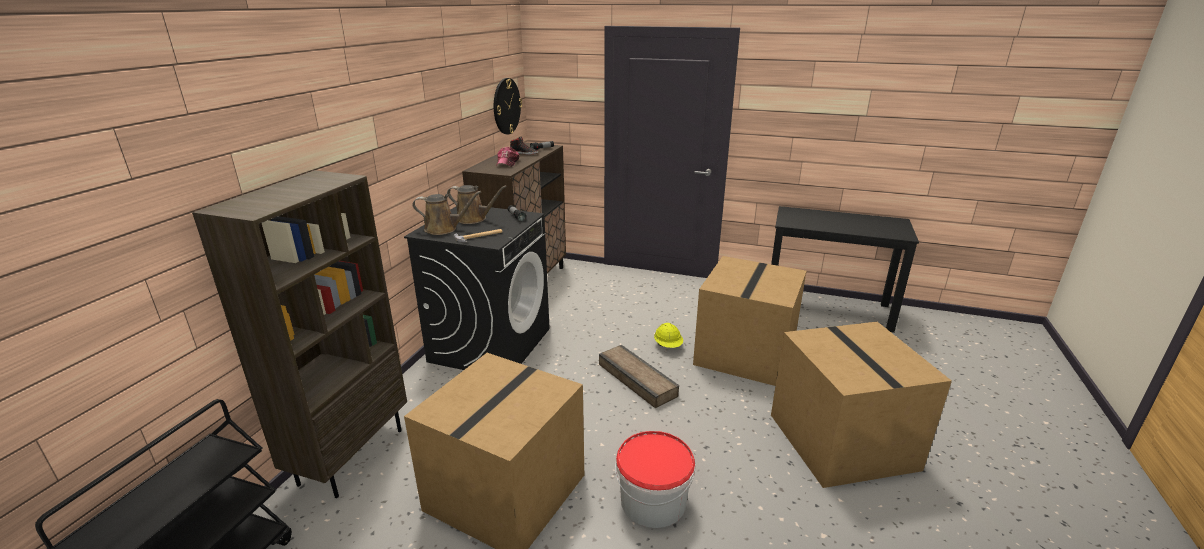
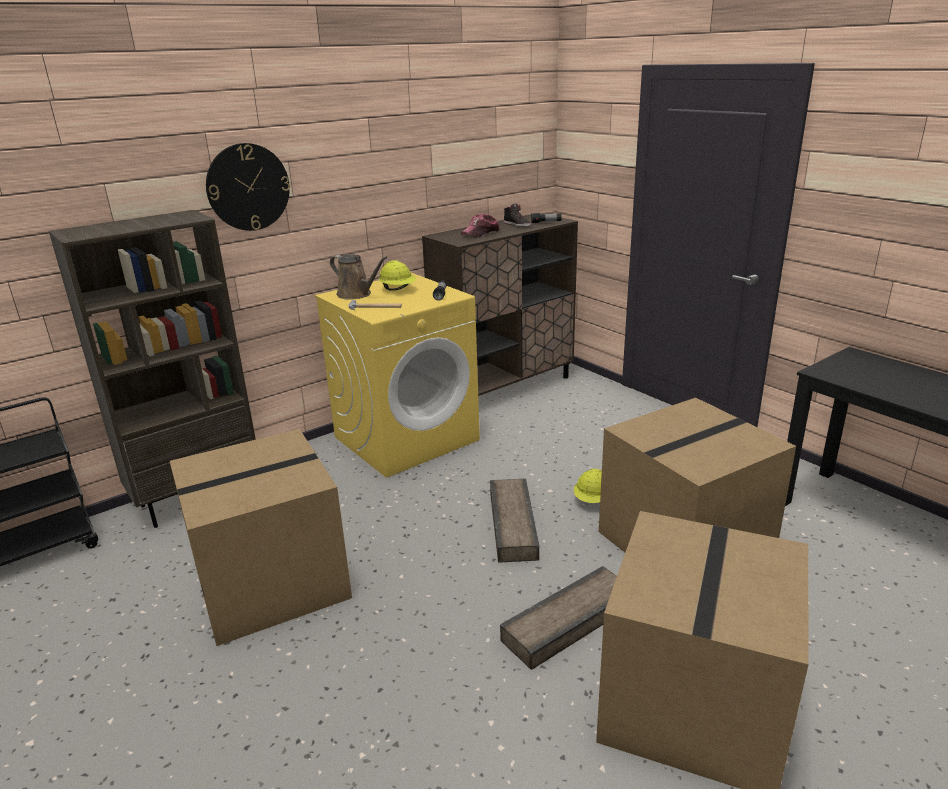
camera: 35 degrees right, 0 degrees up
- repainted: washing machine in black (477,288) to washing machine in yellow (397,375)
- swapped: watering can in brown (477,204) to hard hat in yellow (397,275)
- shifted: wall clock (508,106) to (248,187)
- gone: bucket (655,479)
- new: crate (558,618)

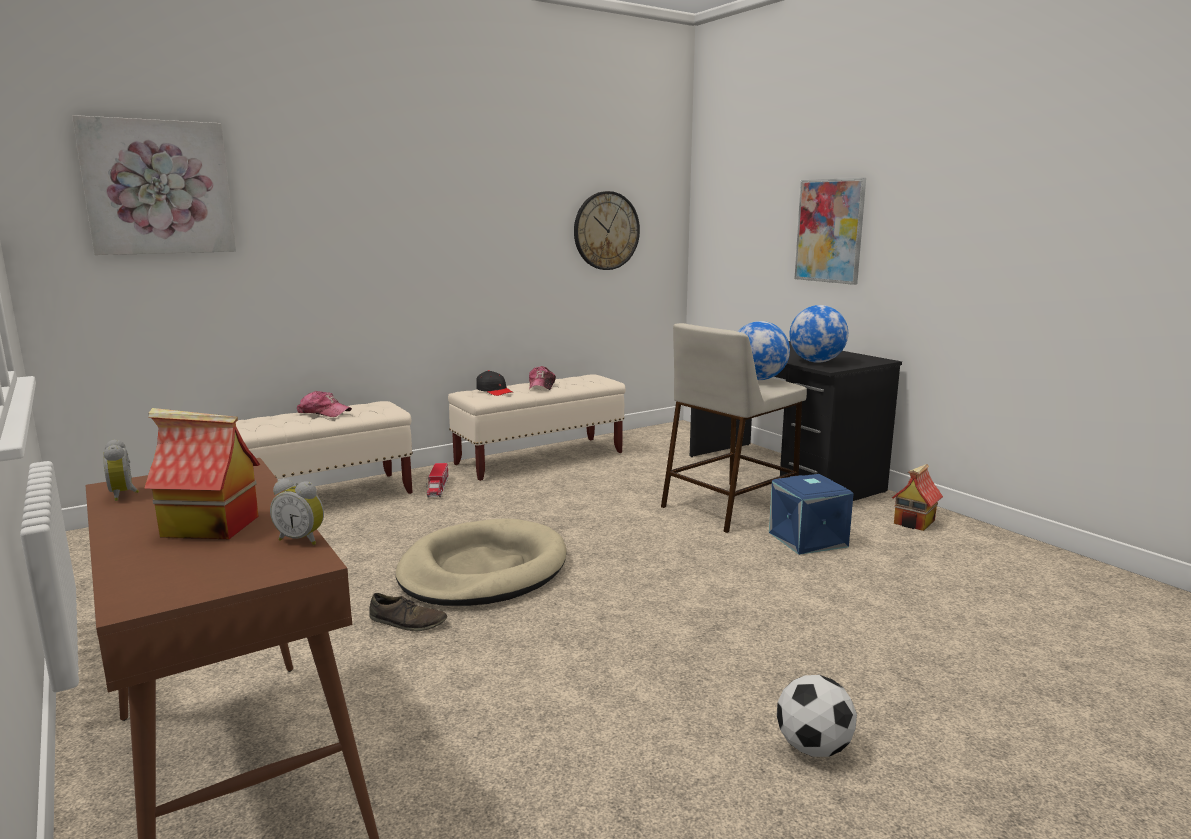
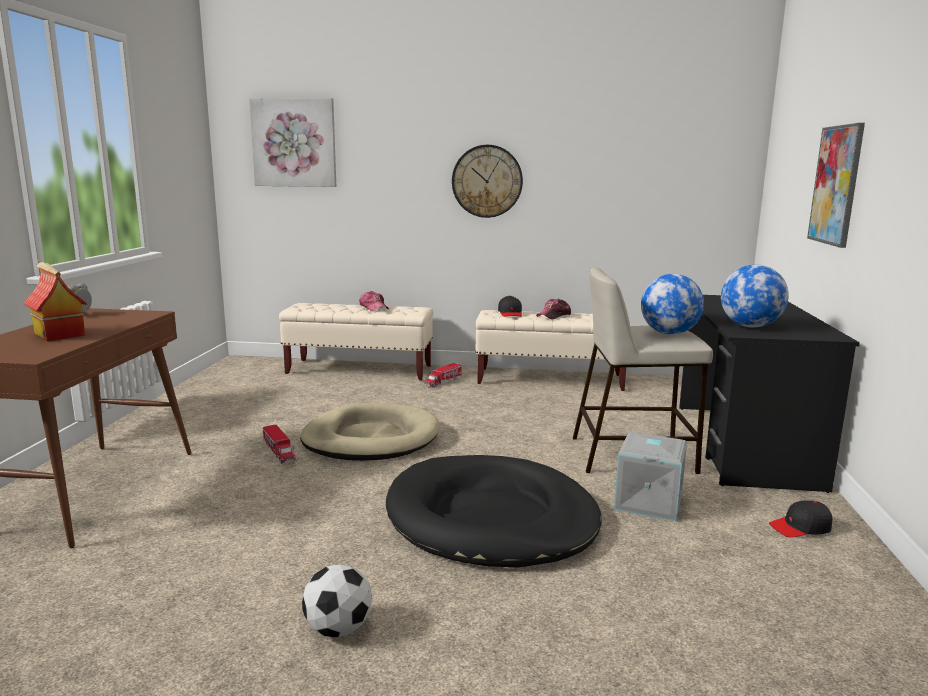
camera: 40 degrees right, 0 degrees up
- gone: alarm clock (297,512)
- swapped: shoe in brown (408,612) to toy truck (279,444)
- shifted: wall clock (607,230) to (487,181)
- repainted: storage box in blue (811,514) to storage box in grey (650,476)
- swapped: toy house (917,497) to cap in black (800,518)
- new: dog bed in black (494,511)

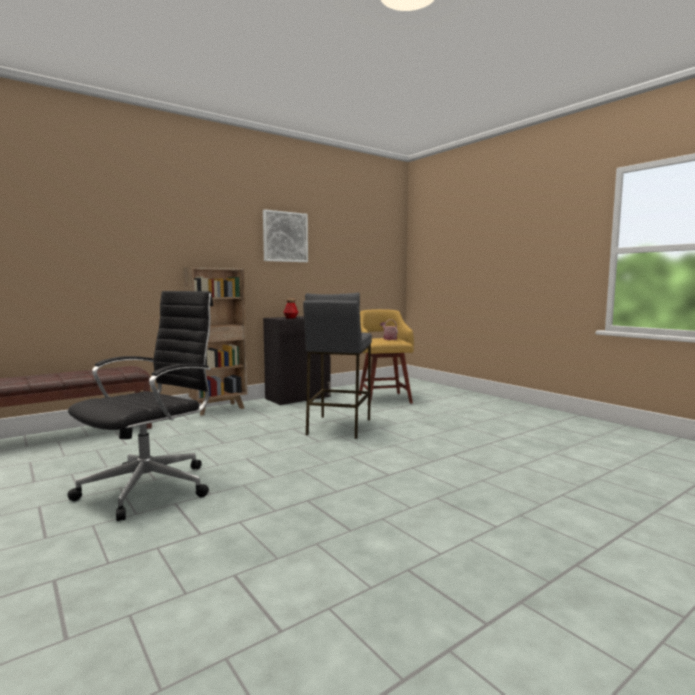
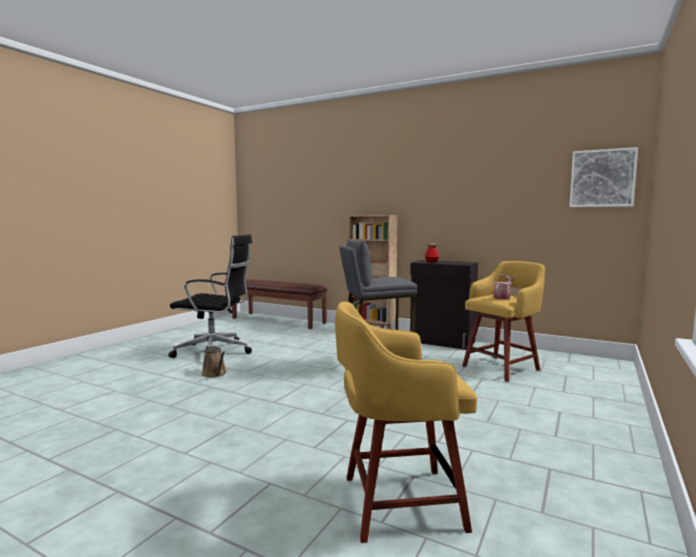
camera: 65 degrees right, 0 degrees up
- shifted: picture (285,235) to (603,177)
- new: watering can in brown (214,361)
- new: stool in yellow (406,422)

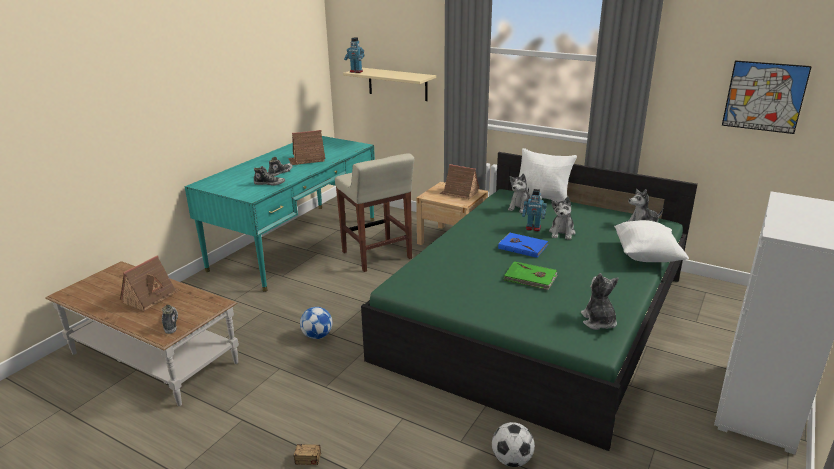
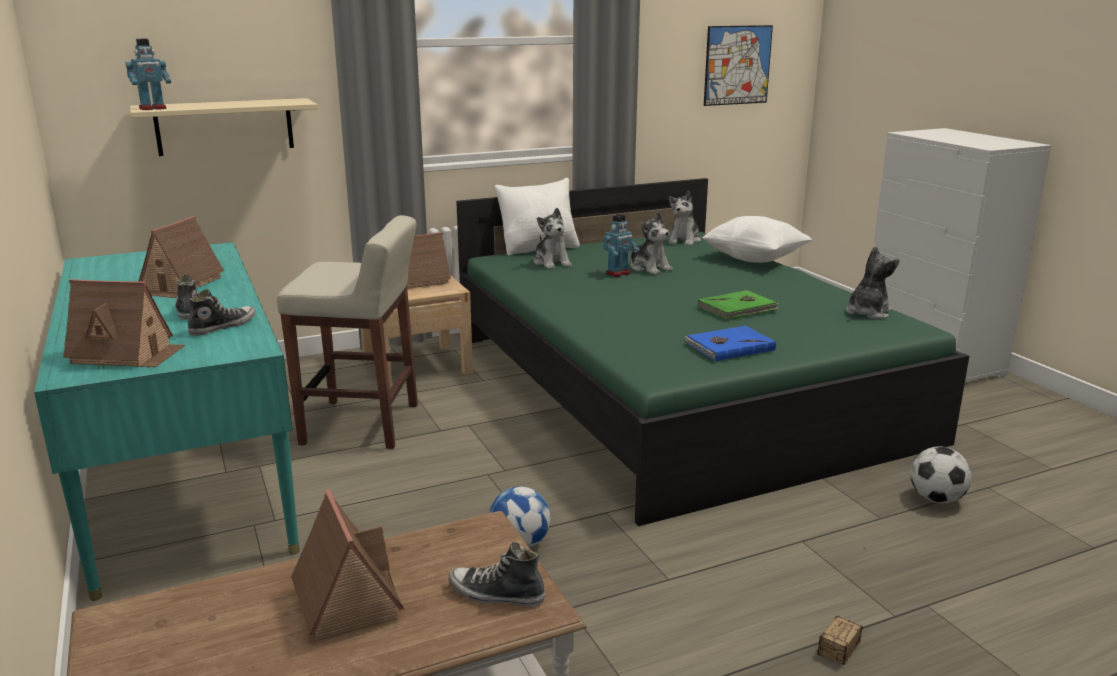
camera: 55 degrees left, 5 degrees down
- shifted: book in blue (523,245) to (730,343)
- rotated: plush toy (599,301) = (872,282) 105 degrees clockwise
- new: toy house (124,324)

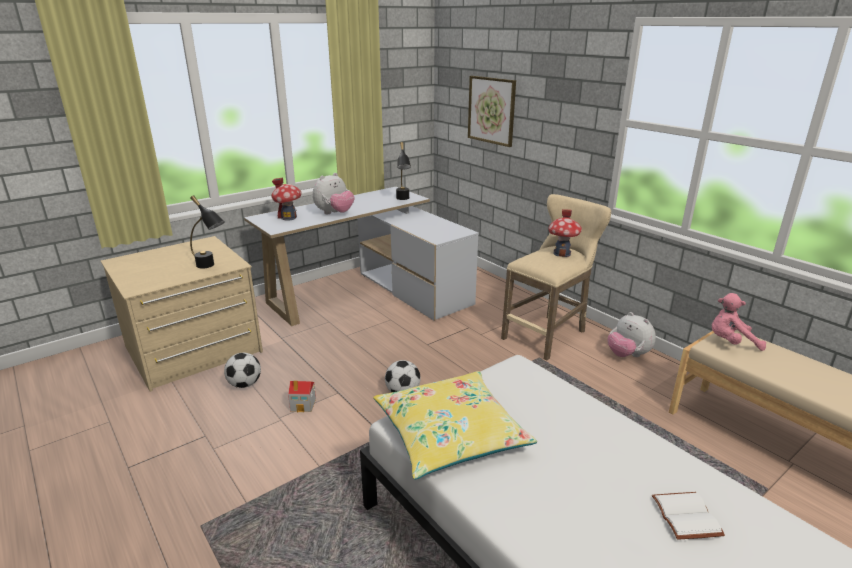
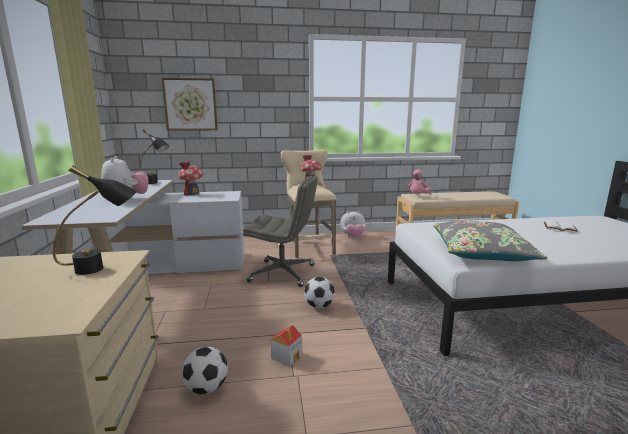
camera: 60 degrees left, 10 degrees down
- shifted: toy house (286,199) to (190,178)
- repainted: pillow in yellow (455,425) to pillow in grey (490,241)
- new: office chair in grey (280,231)

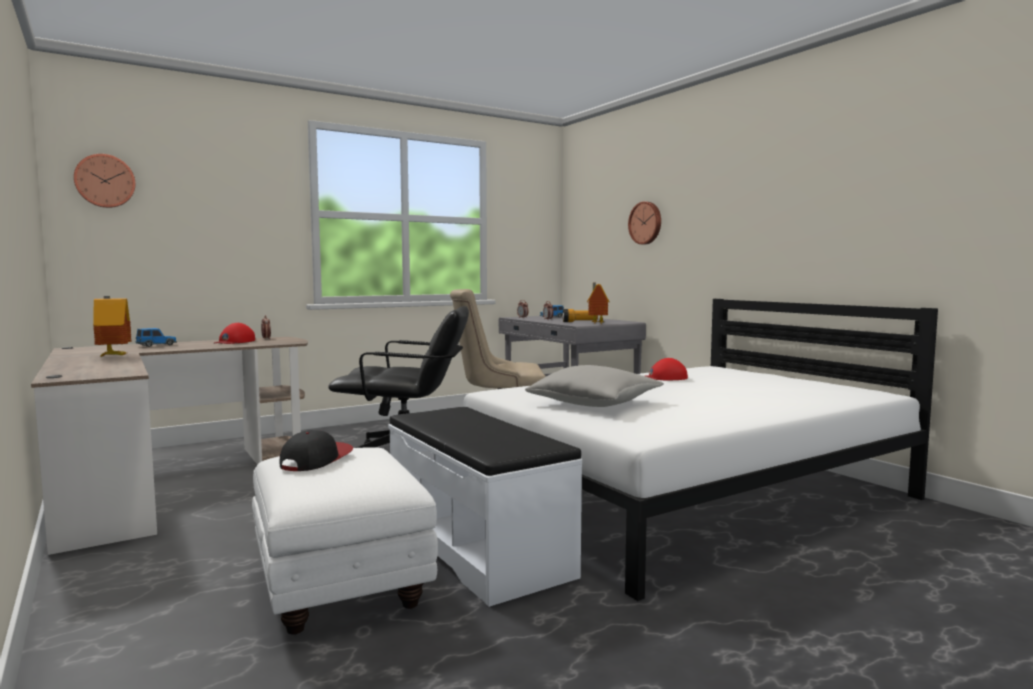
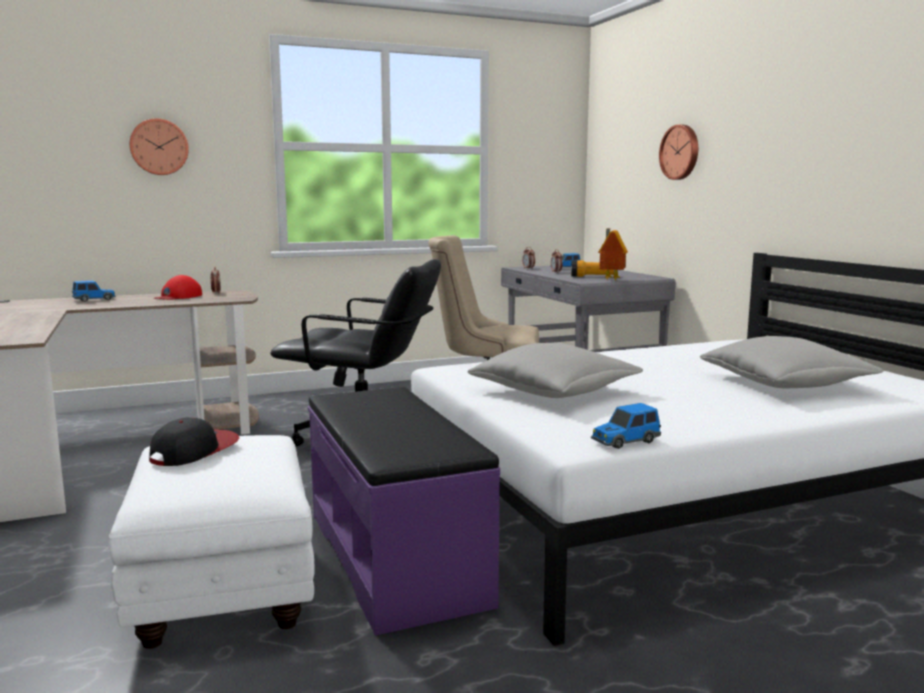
camera: 10 degrees right, 5 degrees up
- shifted: wall clock (104,181) to (159,146)
- gone: toy house (112,327)
- repainted: bench in white (485,507) to bench in purple (404,511)
- gone: cap in red (667,369)
- new: toy car (626,426)
- new: pillow in grey (791,362)

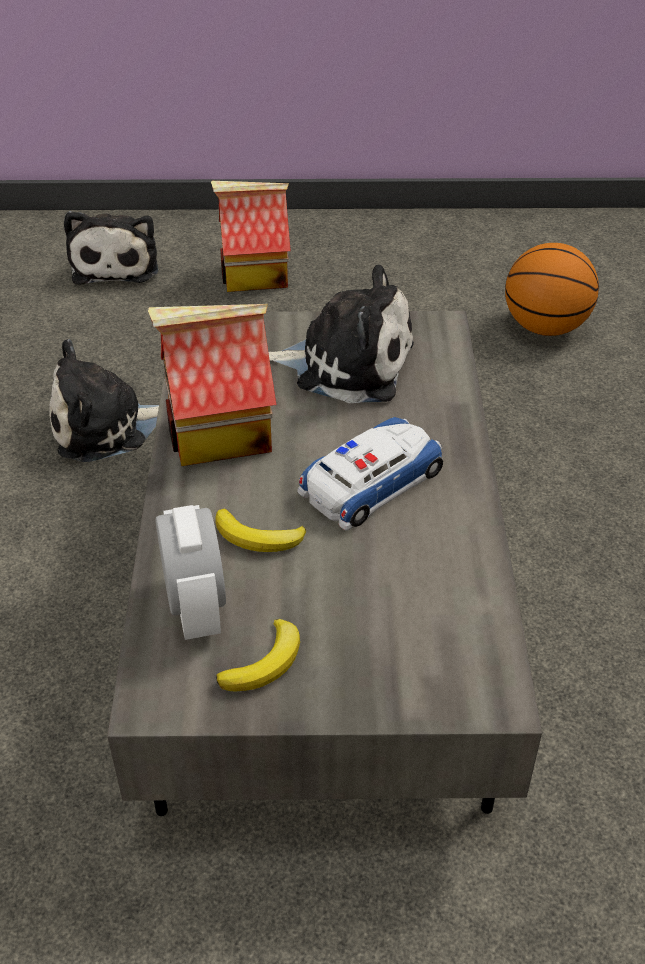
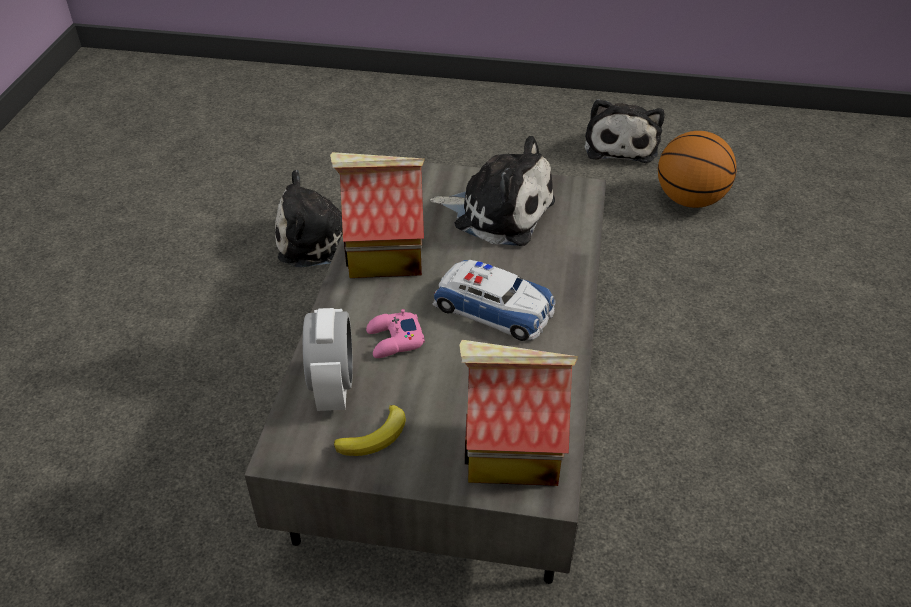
camera: 10 degrees right, 0 degrees up
- shifted: plush toy (111,248) to (624,131)
- shifted: toy house (251,236) to (519,413)
- swapped: banana (260,530) to game controller in pink (395,333)
- rotated: toy car (370,474) = (494,300) 60 degrees clockwise

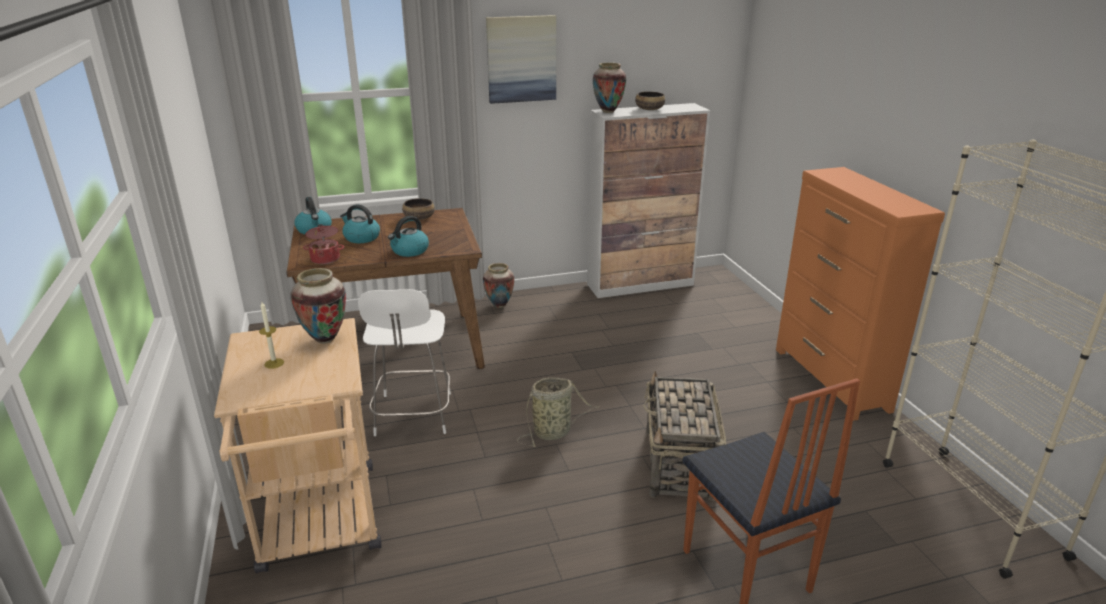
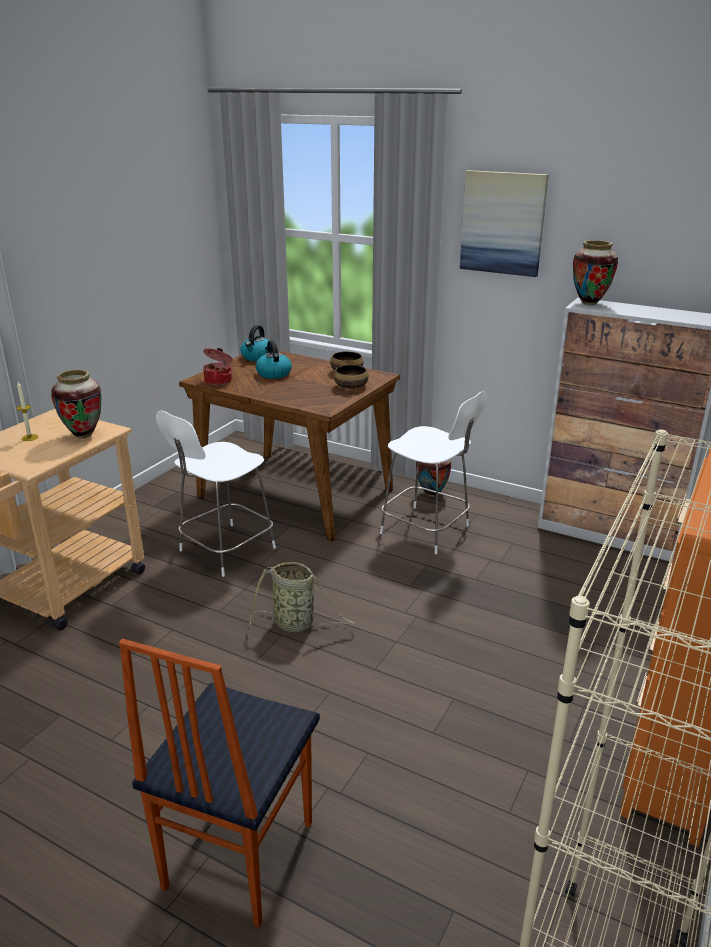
camera: 45 degrees right, 0 degrees up
- gone: kettle (408,236)
- shifted: bowl (650,101) to (351,377)
- gone: basket (684,436)
- new: chair in white (433,472)

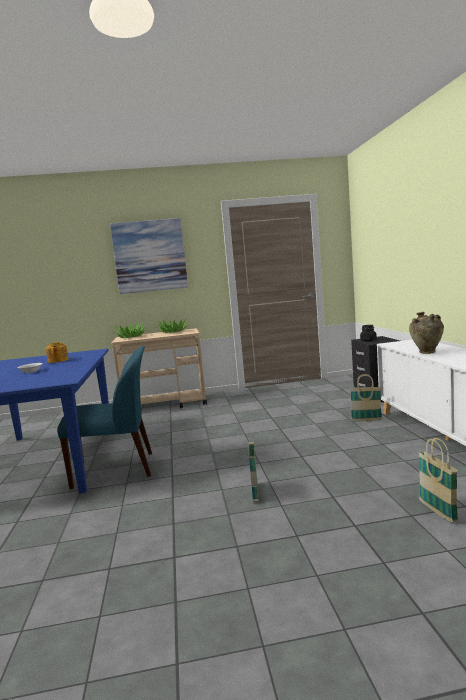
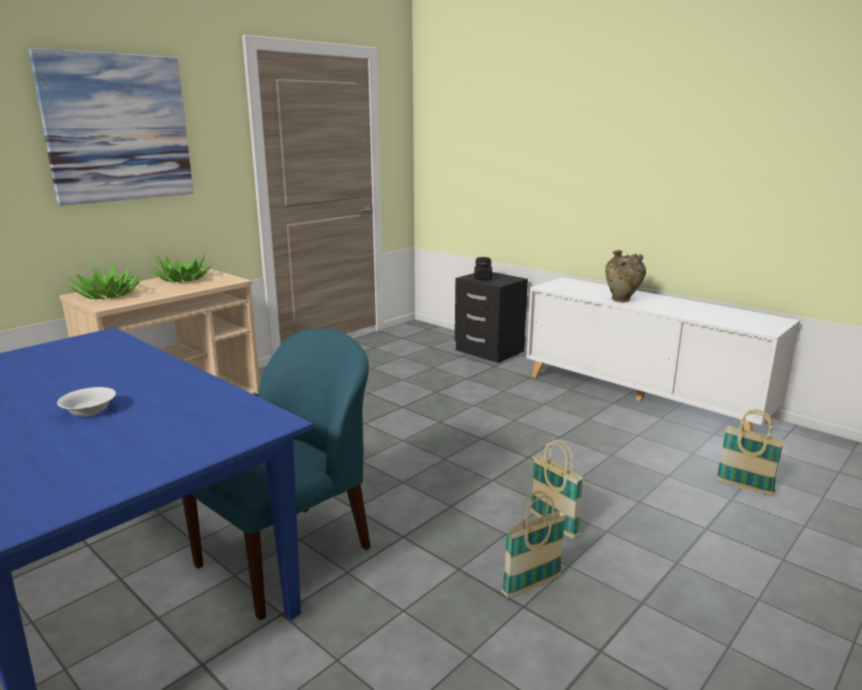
camera: 40 degrees left, 10 degrees up
- gone: teapot (57,352)
- shifted: basket (366,397) to (534,545)

